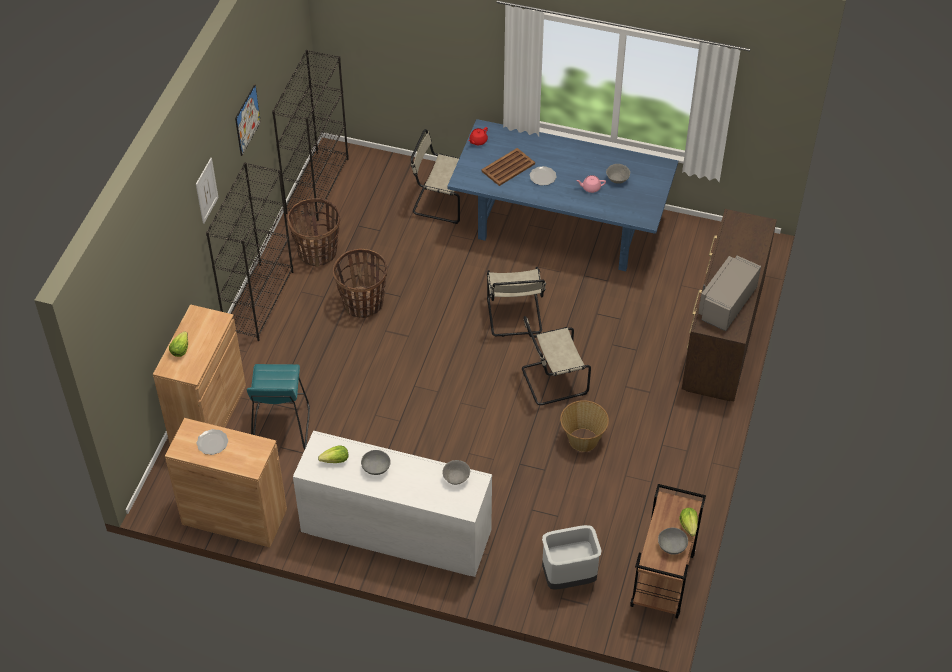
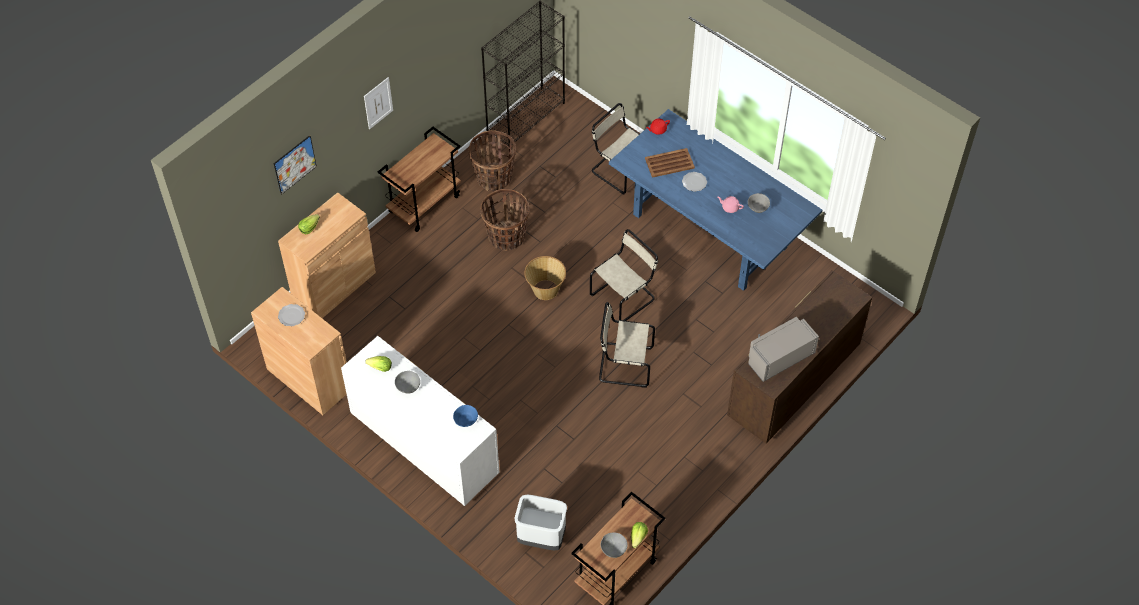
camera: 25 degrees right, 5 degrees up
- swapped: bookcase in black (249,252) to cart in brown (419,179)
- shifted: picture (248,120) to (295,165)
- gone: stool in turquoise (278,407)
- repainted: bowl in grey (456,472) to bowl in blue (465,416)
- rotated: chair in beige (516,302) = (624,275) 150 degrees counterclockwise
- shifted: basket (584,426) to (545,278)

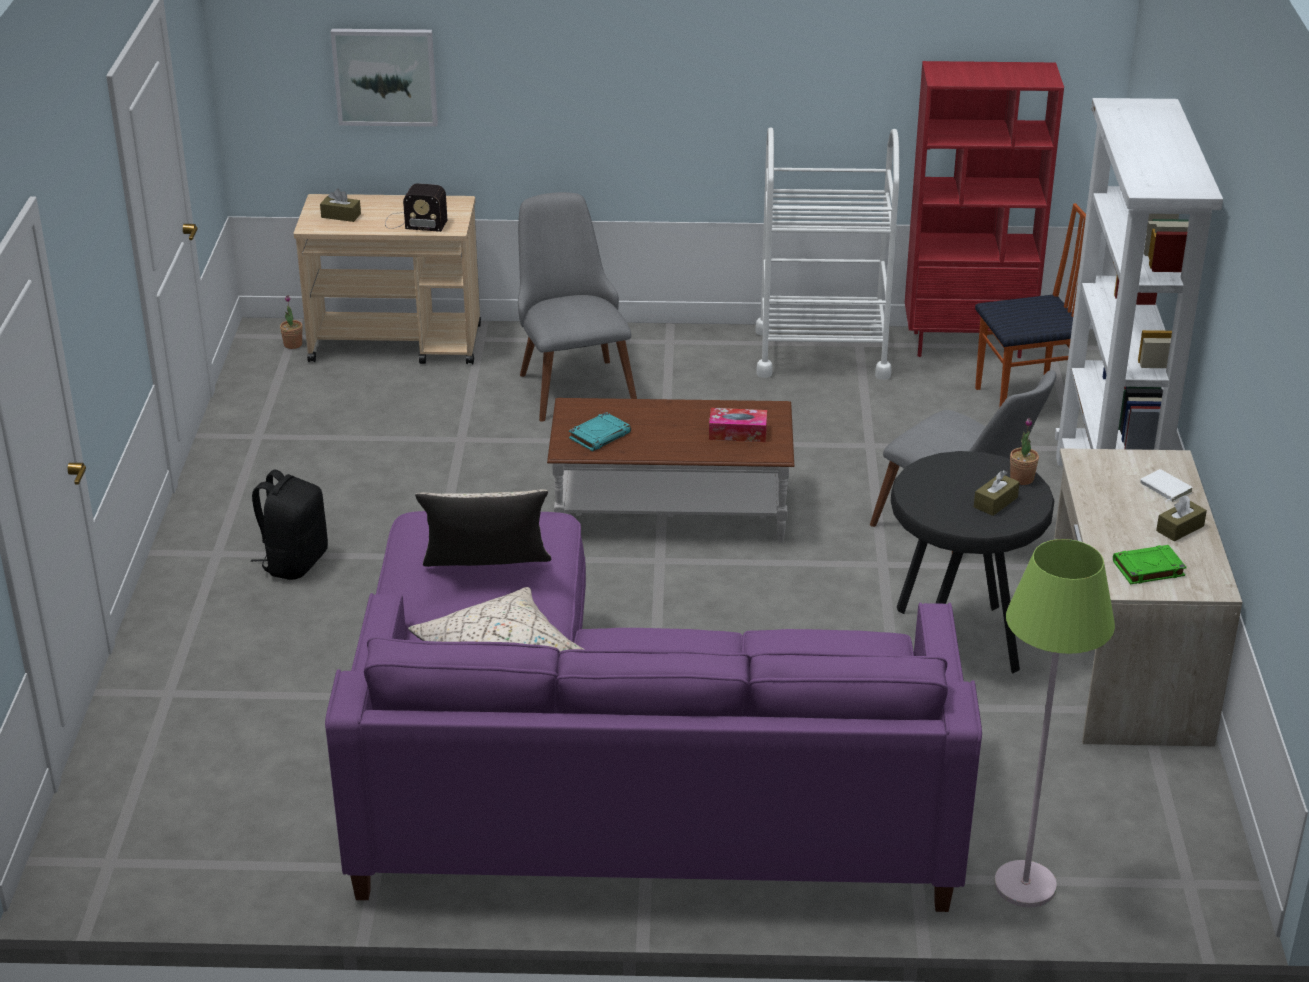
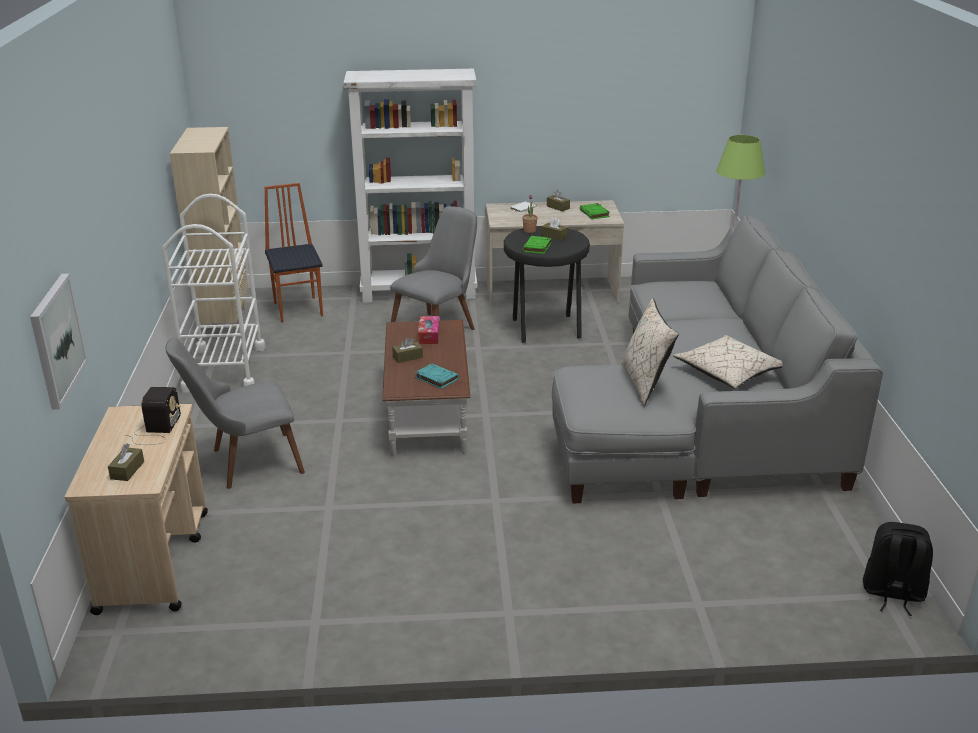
camera: 95 degrees left, 5 degrees down
- shifted: backpack in black (289,525) to (898,569)
- gone: potted plant (291,322)
- repainted: sofa in purple (653,711) to sofa in grey (717,359)
- repainted: bookcase in red (984,209) to bookcase in beige (209,233)
- new: tissue box in brown (407,350)
- new: book in green (537,245)

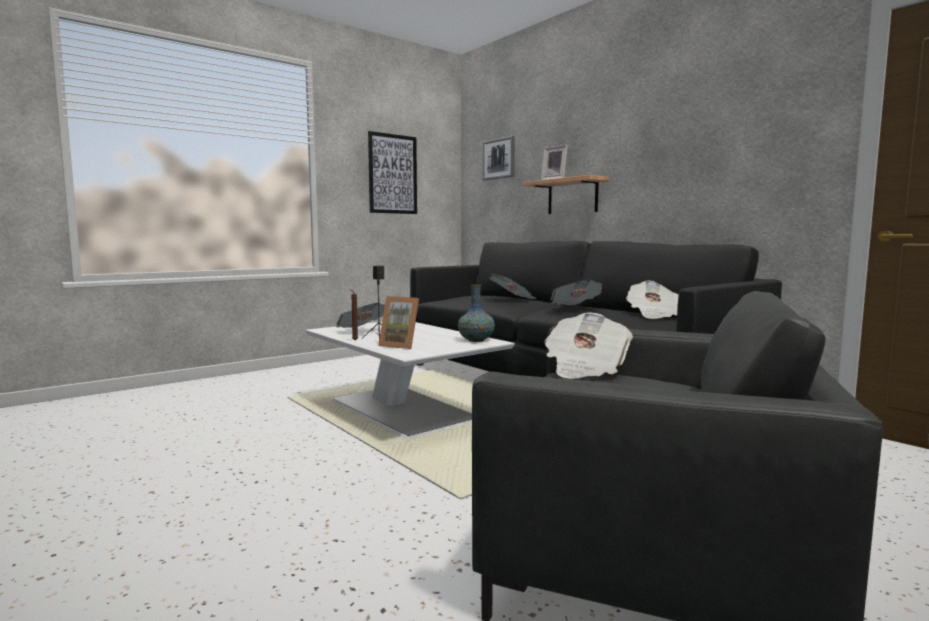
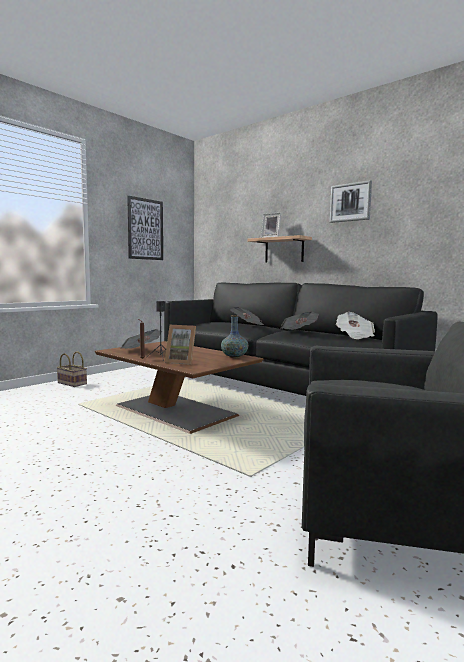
camera: 10 degrees left, 0 degrees up
- repainted: coffee table in white (410,381) to coffee table in brown (179,387)
- shifted: picture (498,158) to (351,201)
- gone: newspaper (588,346)
- new: basket (72,369)

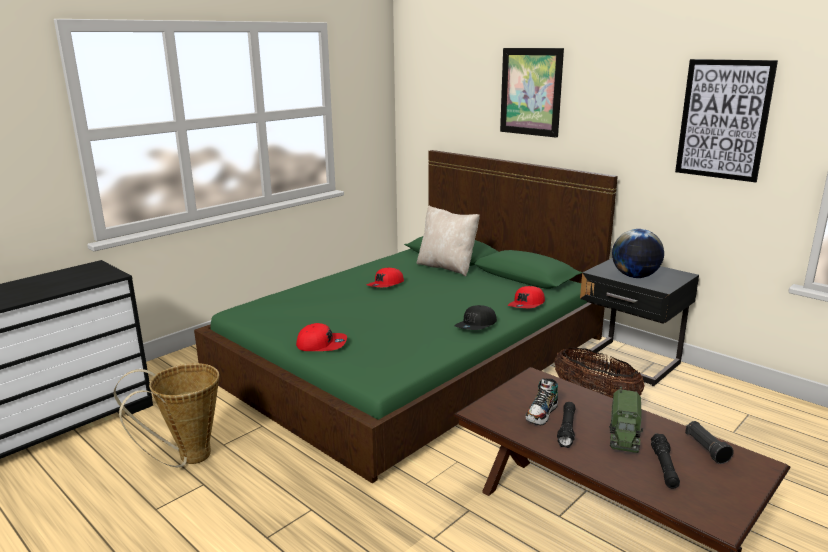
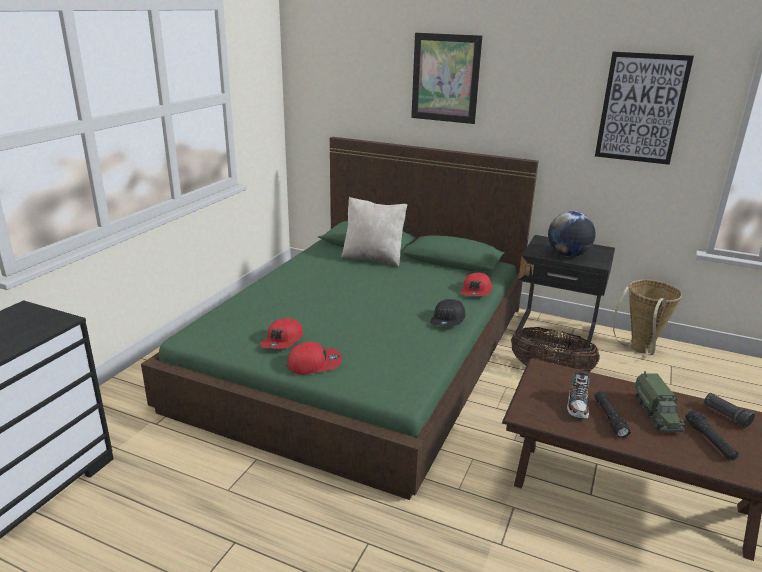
camera: 20 degrees left, 5 degrees up
- shifted: basket (166,415) to (647,317)
- shifted: cap in red (385,277) to (281,333)

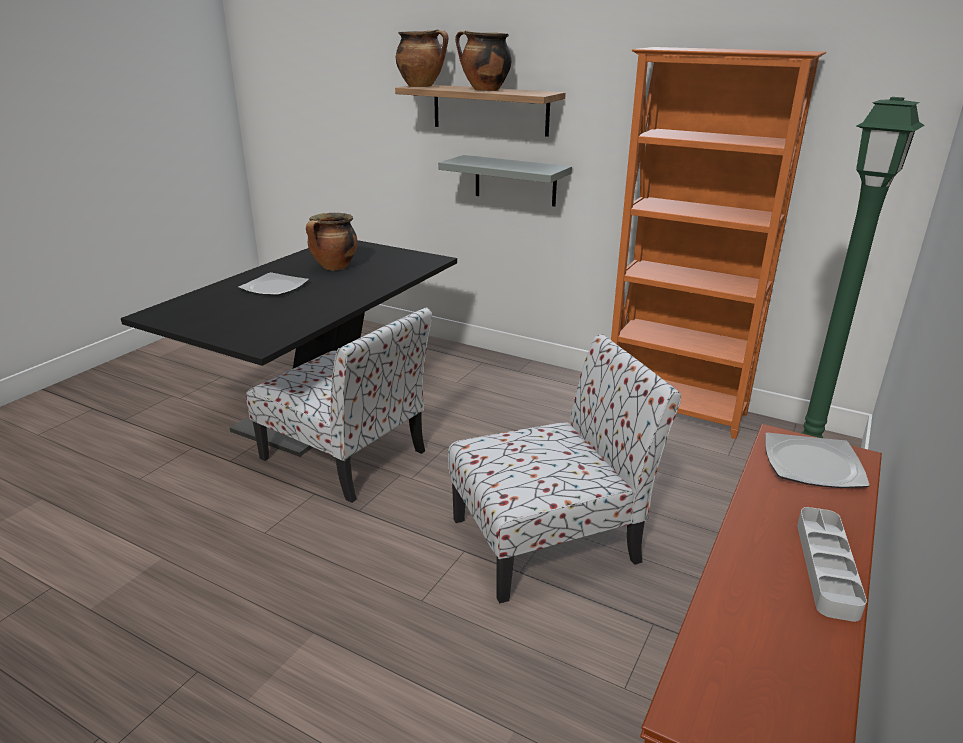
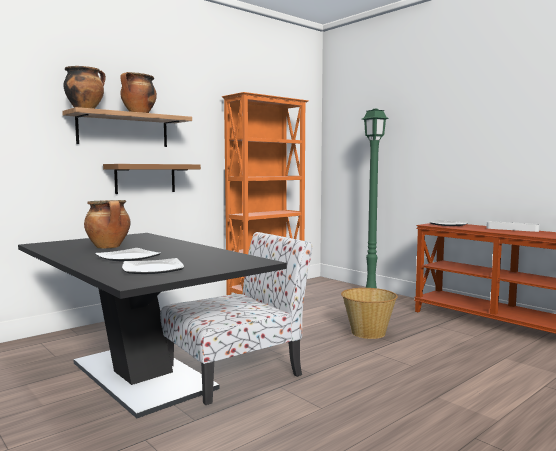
camera: 70 degrees left, 20 degrees down
- repainted: shelf in grey (505,181) to shelf in brown (152,179)
- swapped: chair (564,468) to basket (369,313)
- new: plate (153,266)

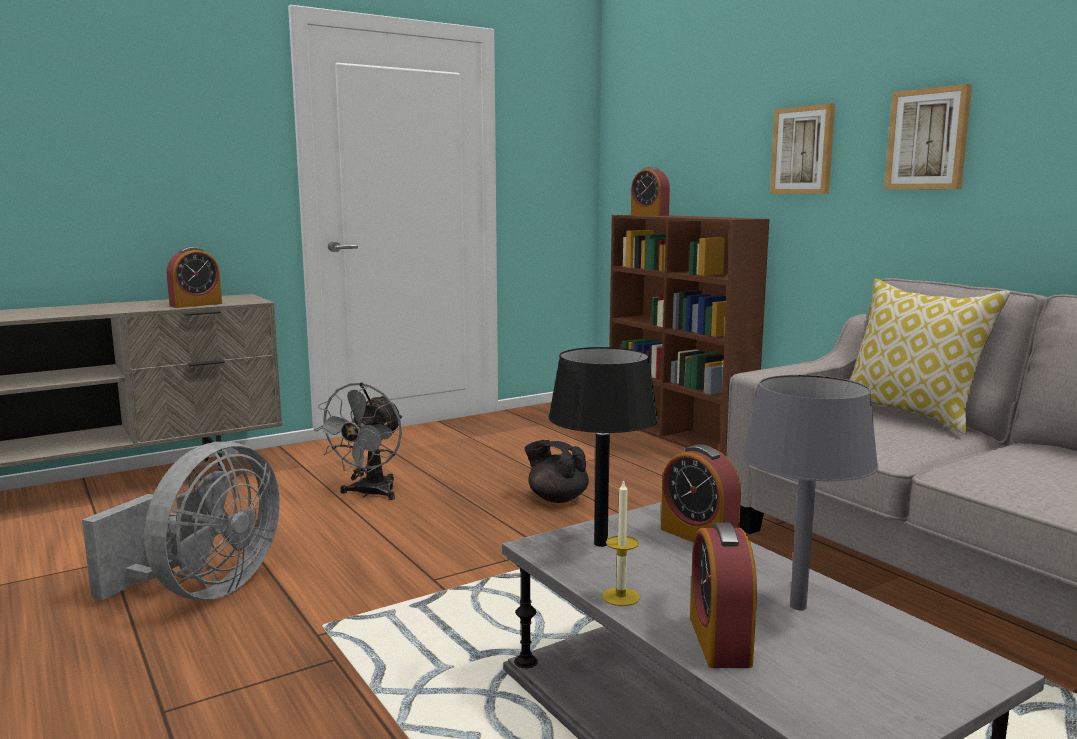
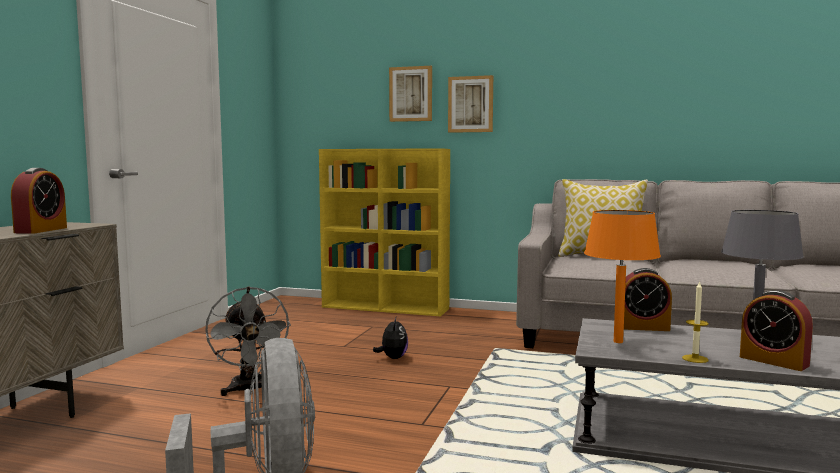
camera: 40 degrees left, 5 degrees down
- swapped: teapot in black (556,471) to plush toy (390,338)
- repainted: table lamp in black (603,447) to table lamp in orange (622,276)
- repainted: bookcase in brown (689,335) to bookcase in yellow (384,232)
- gone: alarm clock (650,191)
- shifted: picture (928,136) to (410,94)

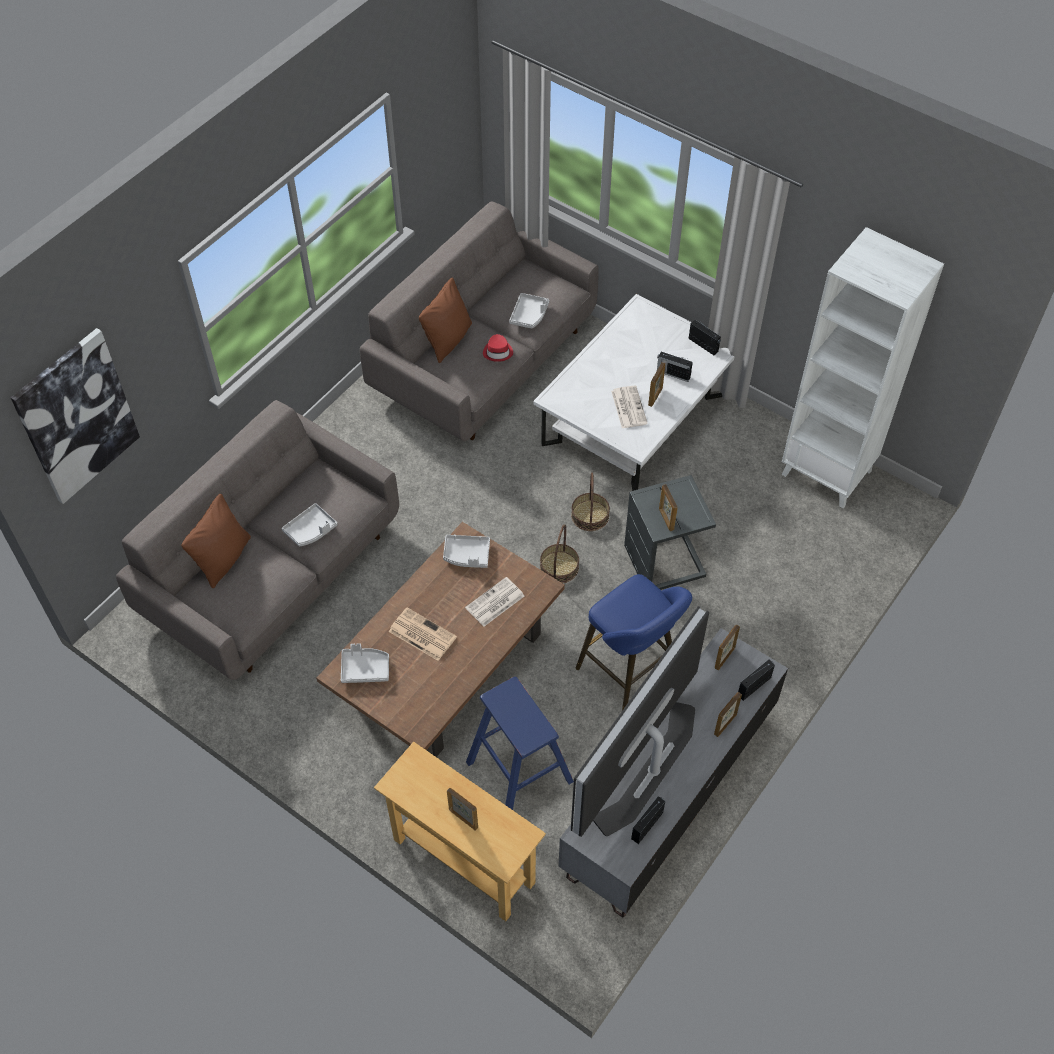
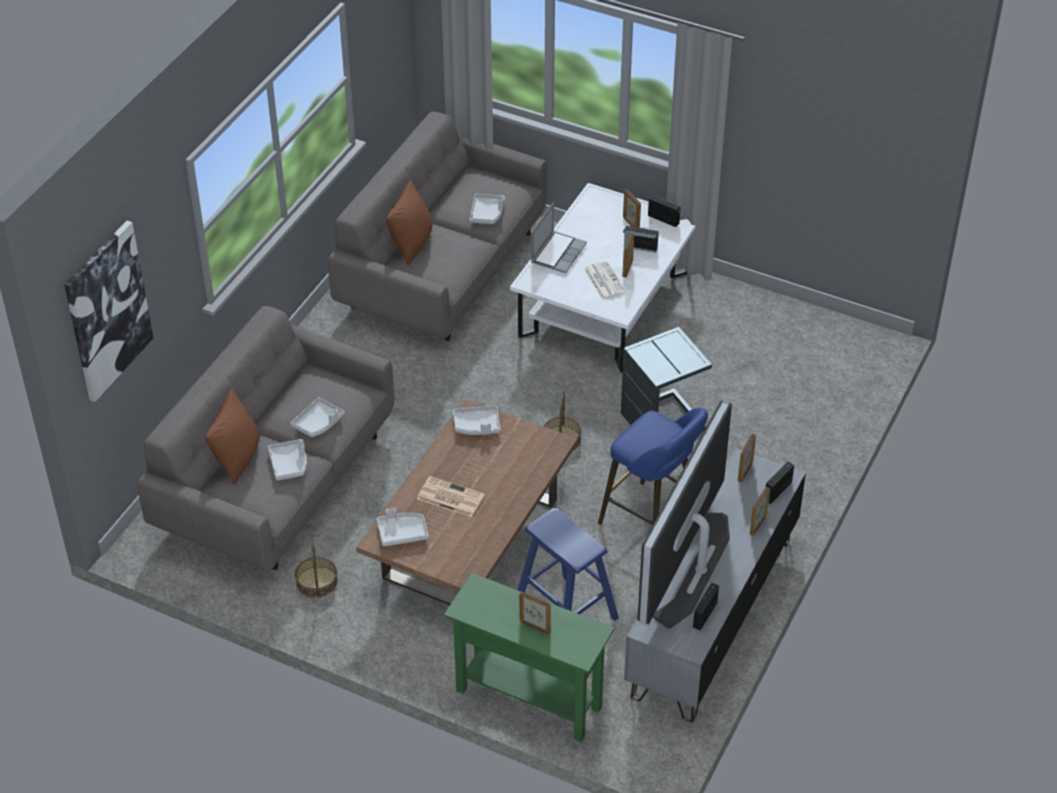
camera: 10 degrees left, 10 degrees down
- repainted: console table in beige (460,832) to console table in green (529,657)
- gone: newspaper (494,602)
- gone: hat in red (498,348)
- shifted: basket (590,501) to (316,565)
- shifted: picture frame (668,507) to (632,208)
- gone: bookcase in white (863,368)
- new: tray in grey (287,460)
- new: laptop (559,237)

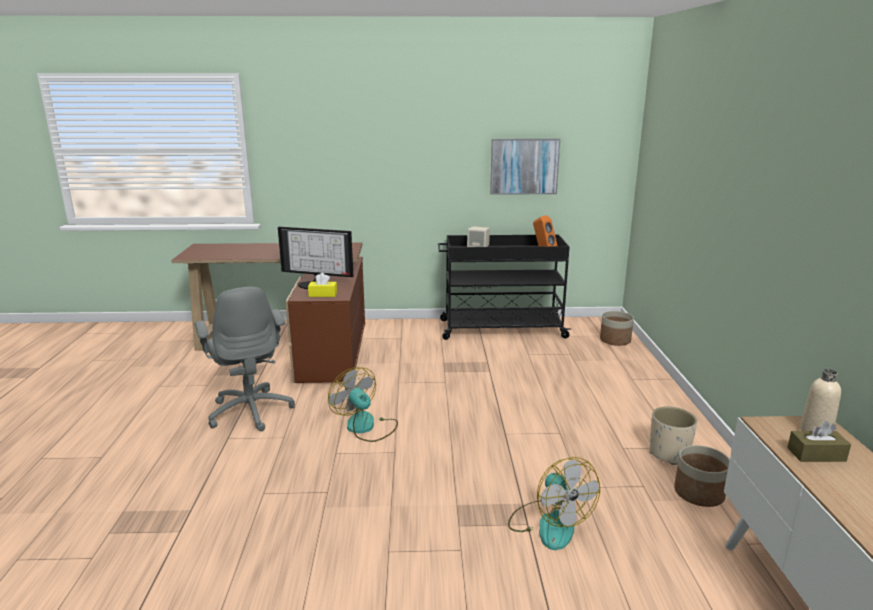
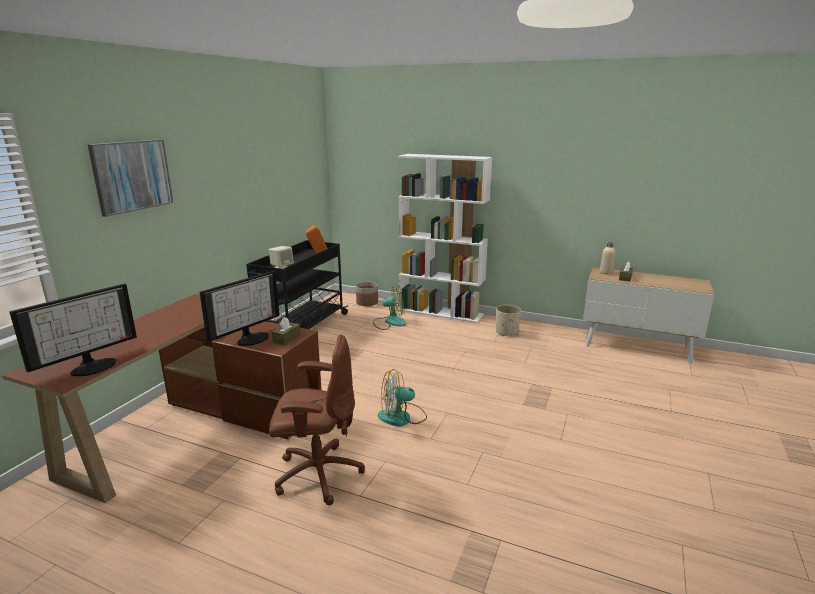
camera: 65 degrees left, 0 degrees up
- repainted: office chair in grey (245,359) to office chair in brown (317,419)
- repainted: tissue box in yellow (322,285) to tissue box in brown (286,331)
- shifted: picture (525,167) to (130,178)
- shifted: fan (554,503) to (389,307)
- gone: planter (702,476)
- new: monitor (73,330)
- new: bookcase in white (445,238)

